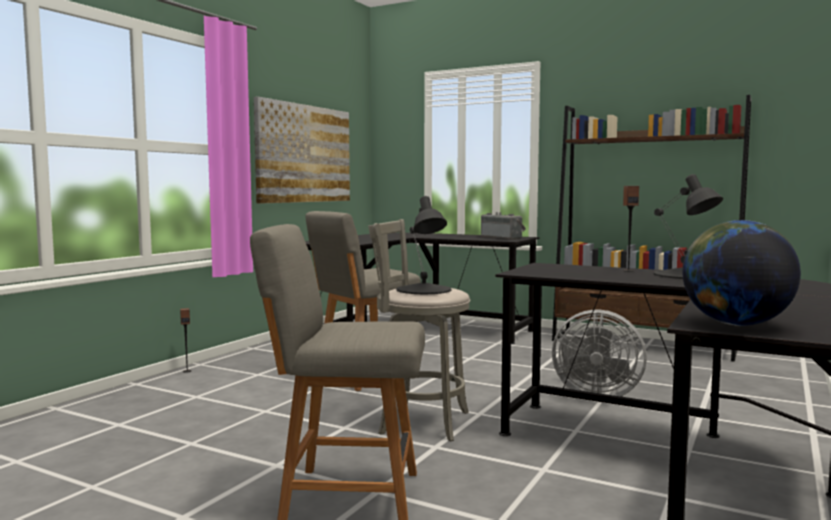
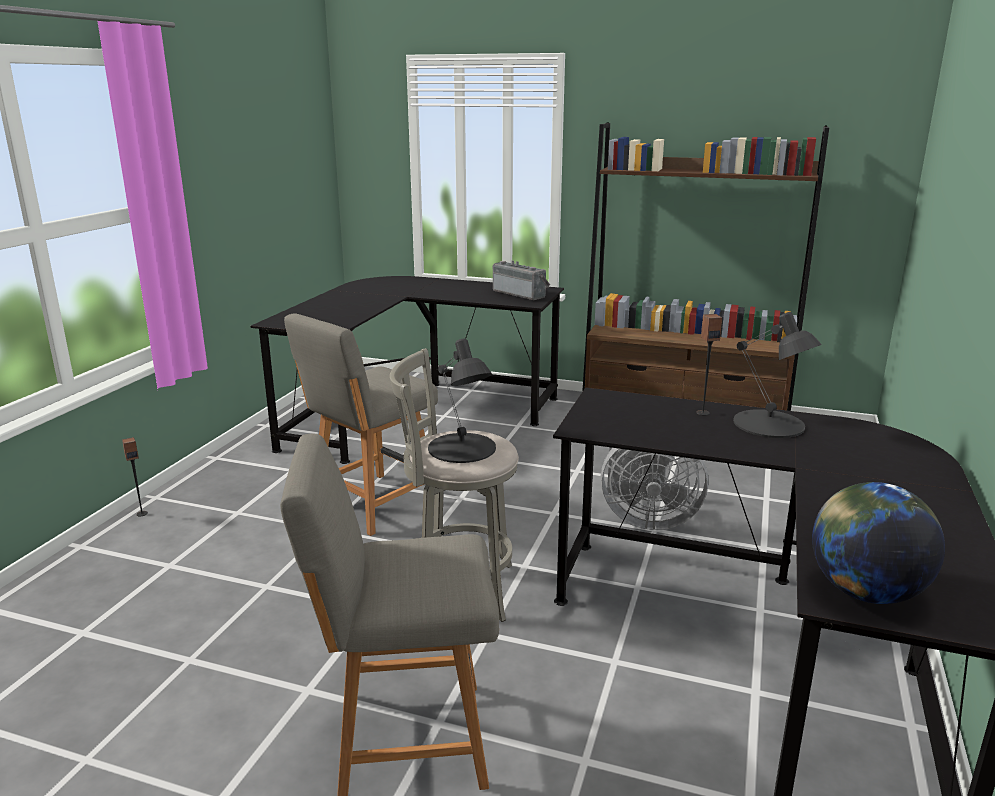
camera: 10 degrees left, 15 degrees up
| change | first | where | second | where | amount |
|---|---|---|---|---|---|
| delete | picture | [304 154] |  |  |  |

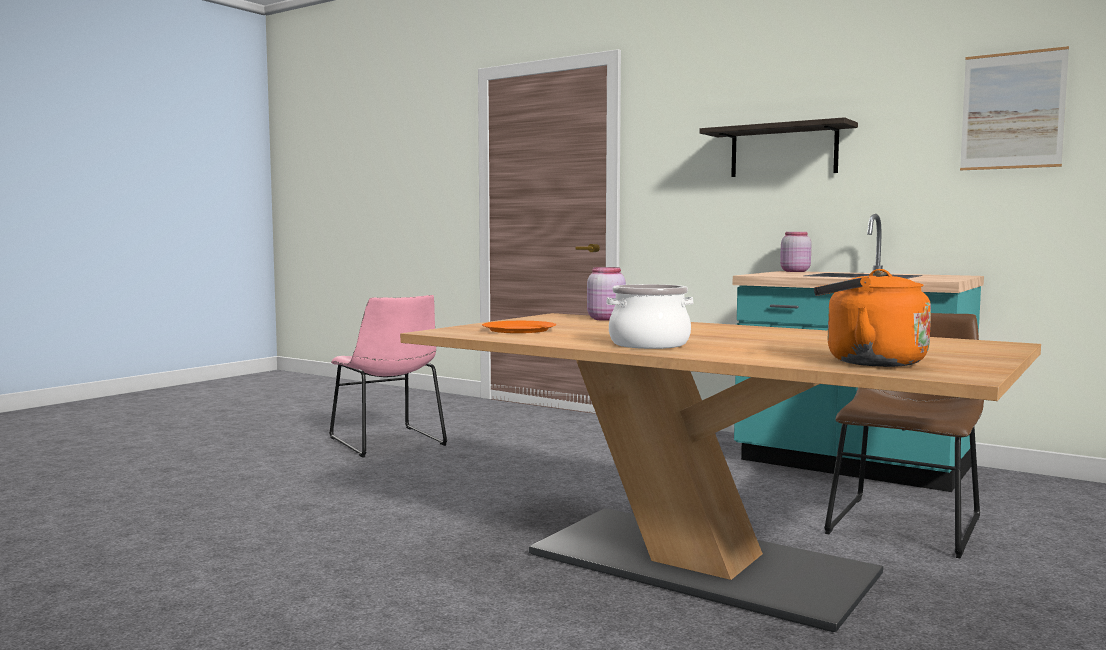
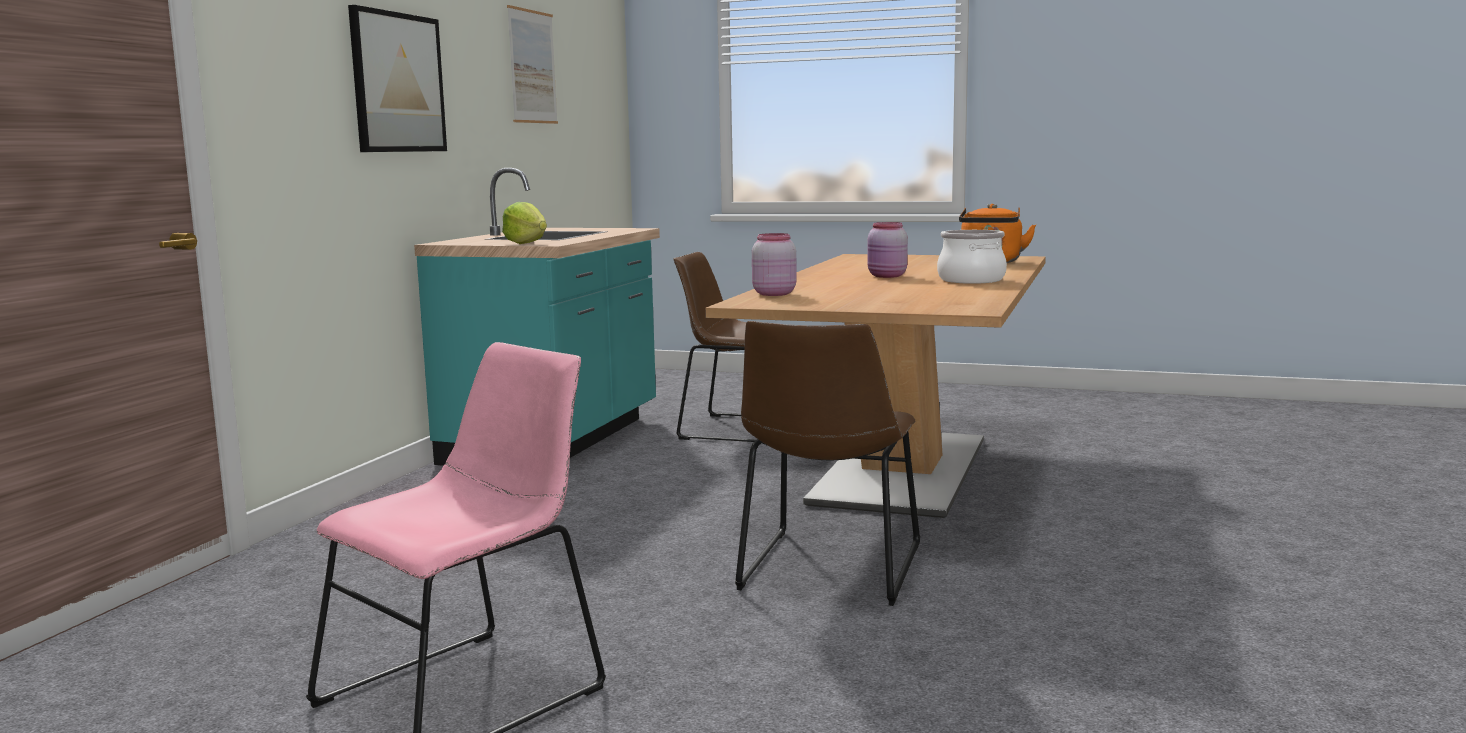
camera: 105 degrees left, 5 degrees up
| change | first | where | second | where | amount |
|---|---|---|---|---|---|
| delete | plate in orange | [518 330] |  |  |  |
| insert |  |  | lettuce | [526 243] |  |
| insert |  |  | chair in brown | [829 570] |  |
| move | jar in pink | [794 271] |  | [887 276] |  |
| replace | shelf | [783 151] | picture | [397 83] |  |

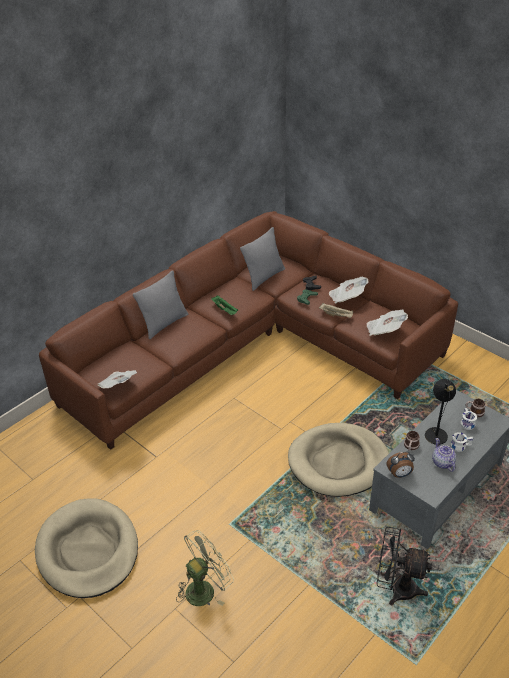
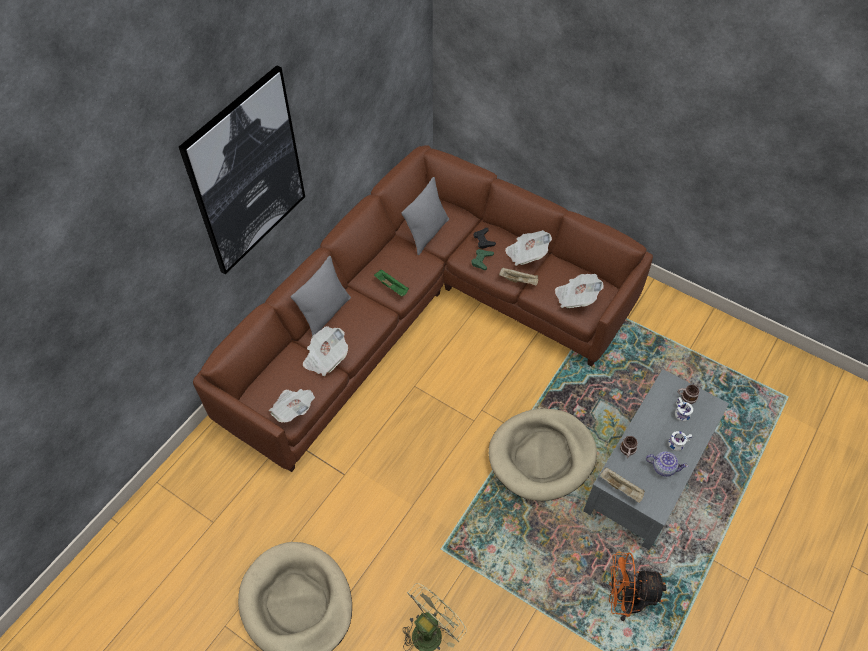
camera: 10 degrees left, 15 degrees up
| change | first | where | second | where | amount |
|---|---|---|---|---|---|
| delete | table lamp in black | [436 432] |  |  |  |
| insert |  |  | picture | [247 173] |  |
| insert |  |  | newspaper | [325 358] |  |
| replace | alarm clock | [399 474] | tray in beige | [621 488] |  |
| recolor | fan in black | [396 588] | fan in orange | [624 600] |  |
| rotate | teapot | [442 463] |  | [663 467] | 135 degrees clockwise |

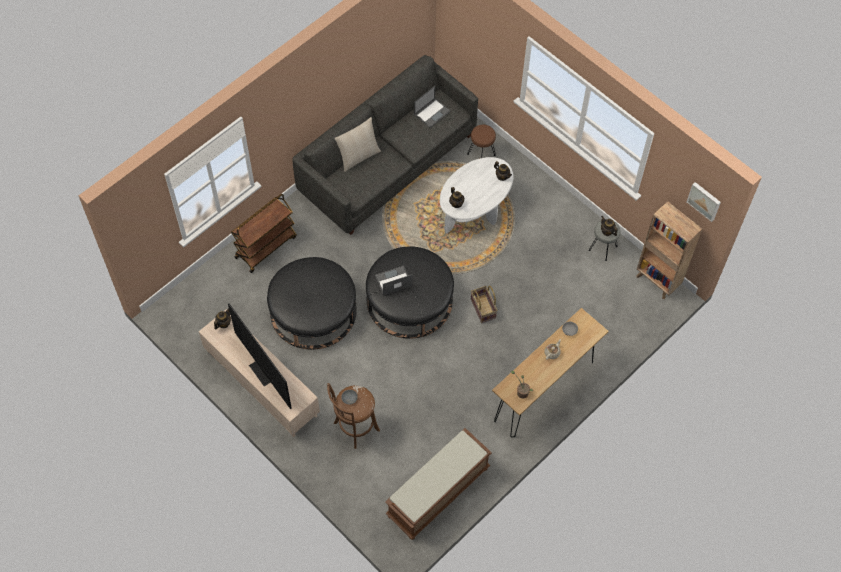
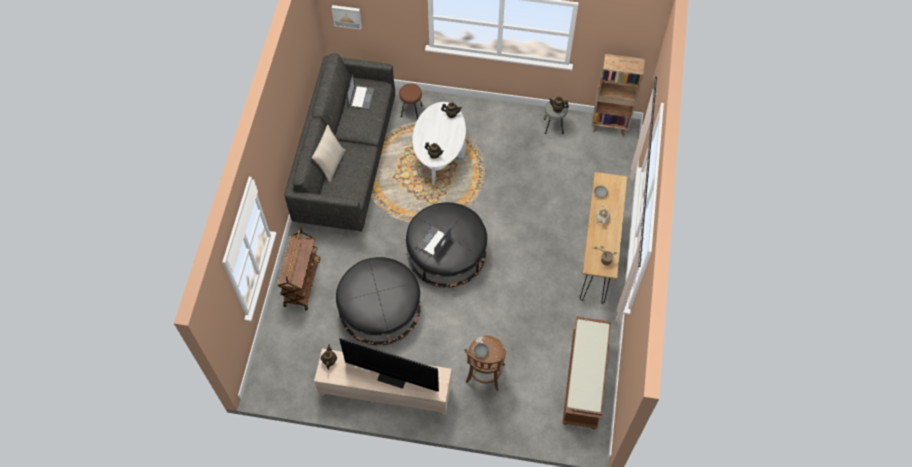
camera: 35 degrees left, 0 degrees up
| change | first | where | second | where | amount |
|---|---|---|---|---|---|
| delete | basket | [483 308] |  |  |  |
| move | picture | [704 200] |  | [347 16] |  |

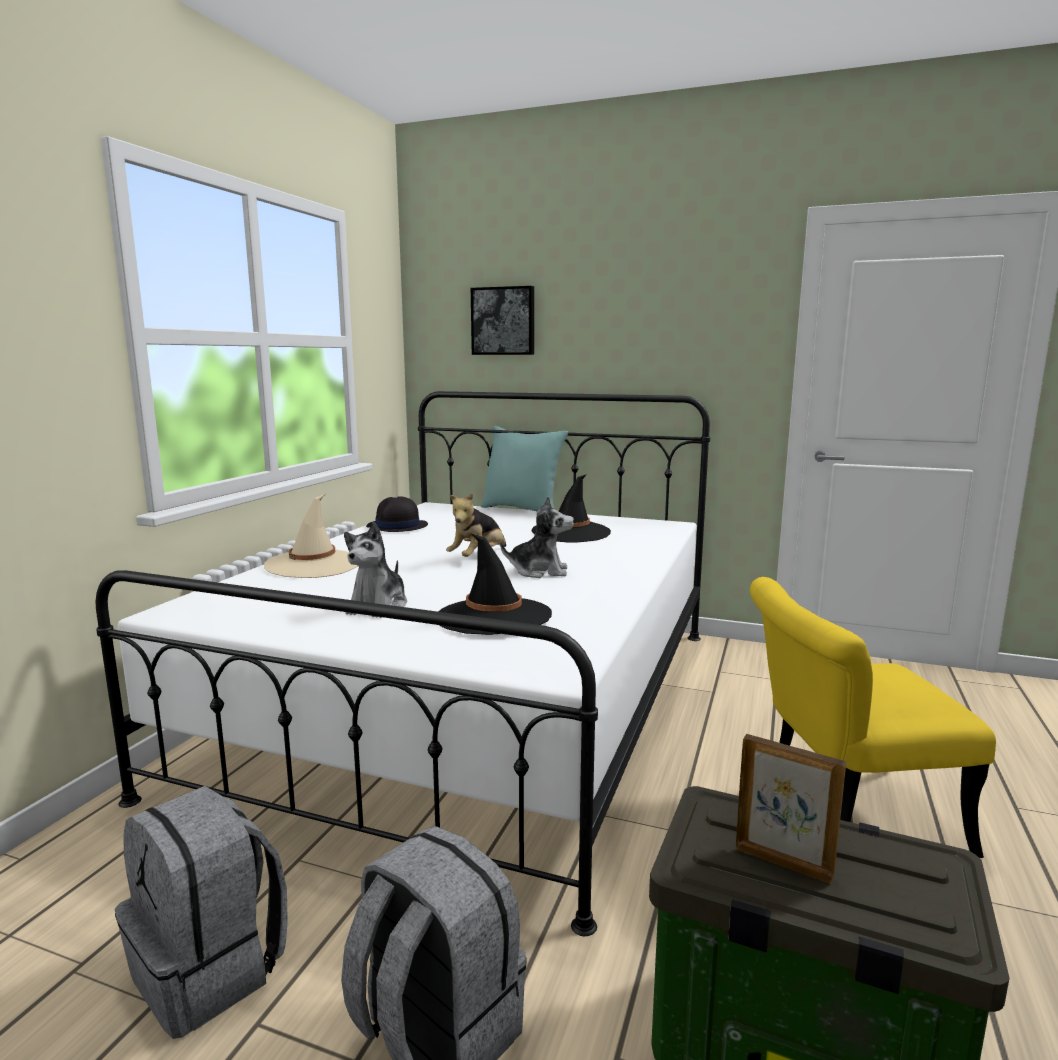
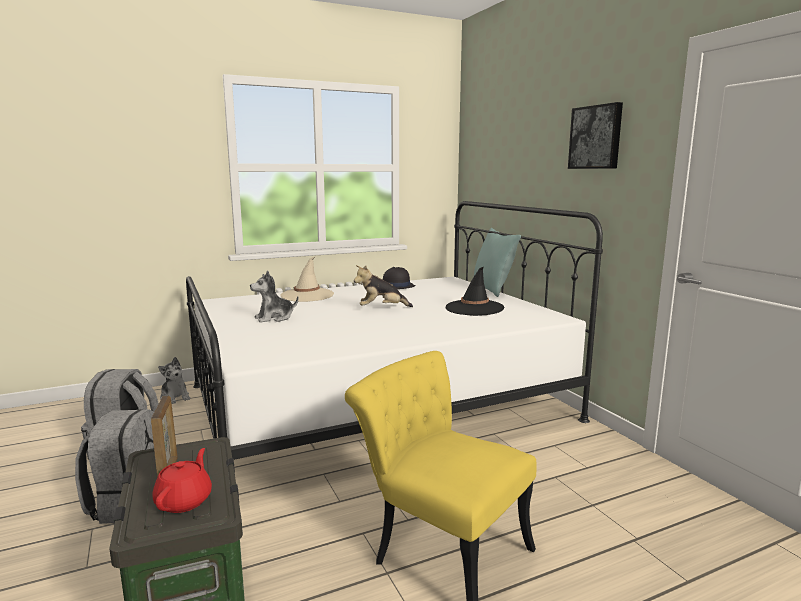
camera: 45 degrees right, 0 degrees up
| change | first | where | second | where | amount |
|---|---|---|---|---|---|
| delete | hat in black | [493 617] |  |  |  |
| insert |  |  | teapot in red | [185 500] |  |
| move | picture | [503 321] |  | [596 137] |  |
| move | plush toy | [539 571] |  | [175 397] |  |

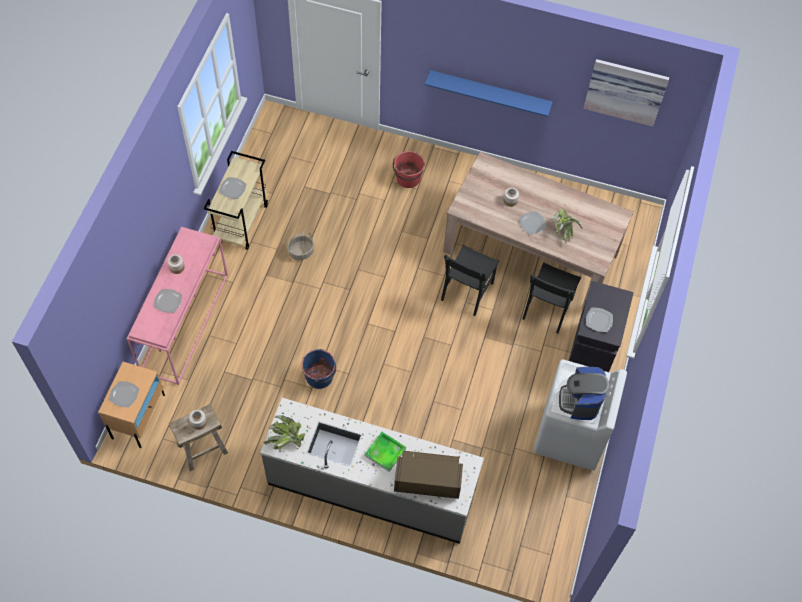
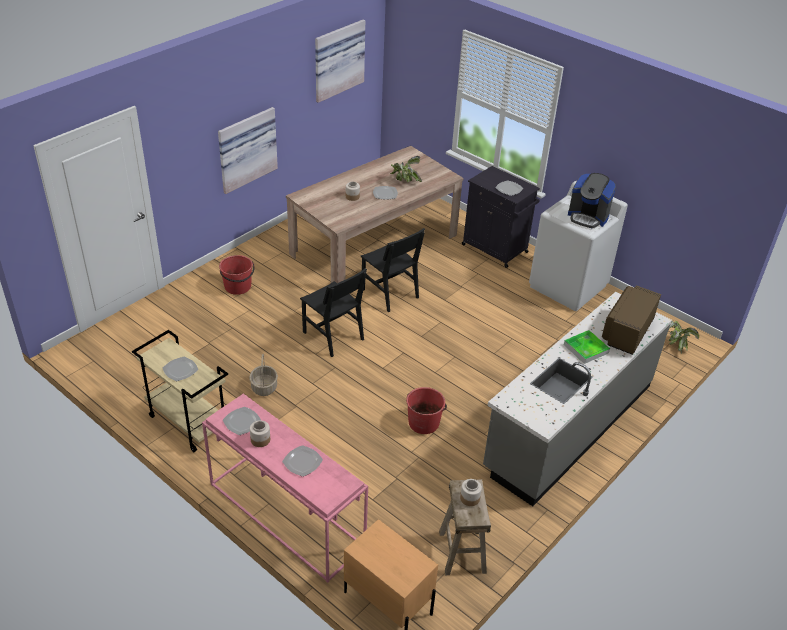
camera: 65 degrees left, 20 degrees down
| change | first | where | second | where | amount |
|---|---|---|---|---|---|
| move | plate | [124 394] |  | [242 421] |  |
| move | potted plant | [285 440] |  | [677 345] |  |
| move | chair in black | [547 309] |  | [333 336] |  |
| replace | shelf in blue | [489 92] | picture | [246 149] |  |
| recolor | bucket in blue | [320 377] | bucket in red | [424 422] |  |

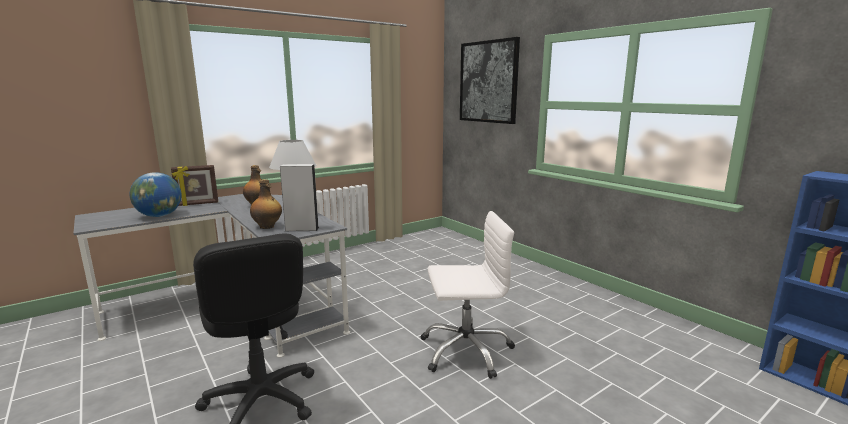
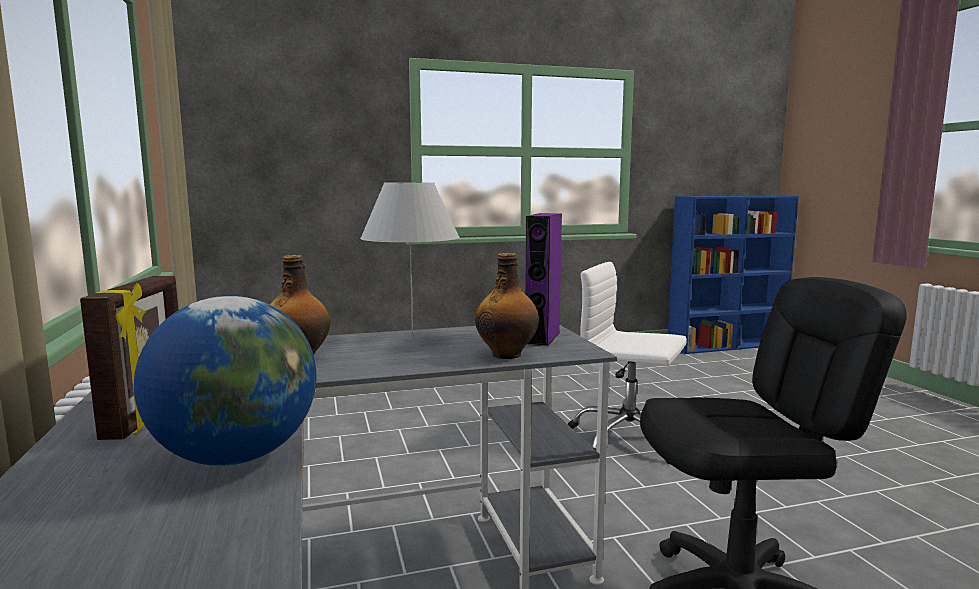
camera: 70 degrees left, 5 degrees down
| change | first | where | second | where | amount |
|---|---|---|---|---|---|
| delete | picture | [488 82] |  |  |  |
| recolor | speaker in grey | [302 229] | speaker in purple | [542 338] |  |
| rotate | office chair in white | [465 350] |  | [627 439] | 75 degrees counterclockwise |

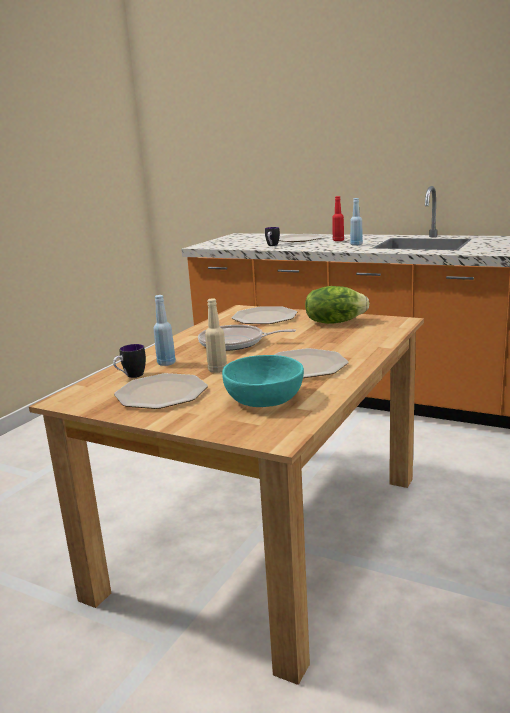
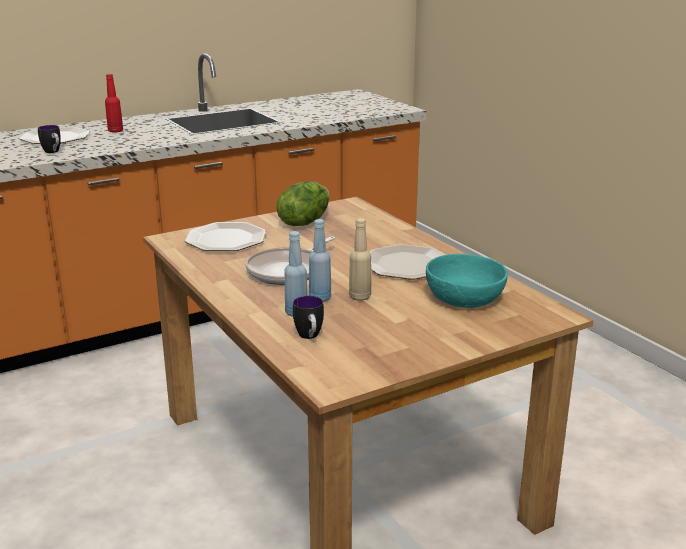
camera: 60 degrees left, 5 degrees up
| change | first | where | second | where | amount |
|---|---|---|---|---|---|
| delete | plate | [162 393] |  |  |  |
| move | bottle in blue | [356 244] |  | [320 298] |  |

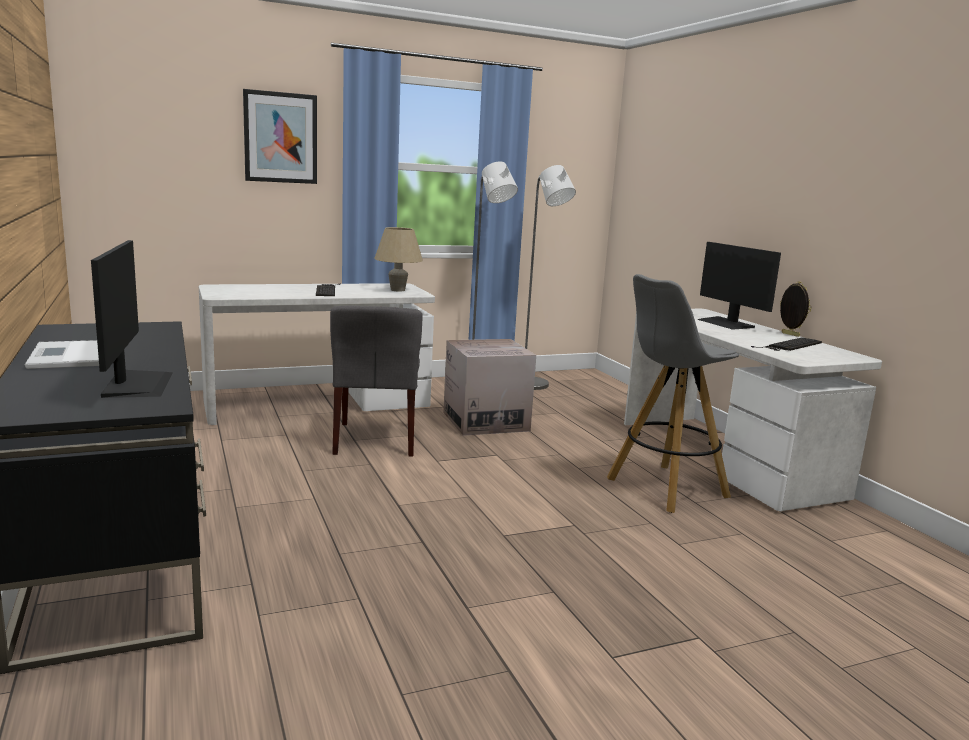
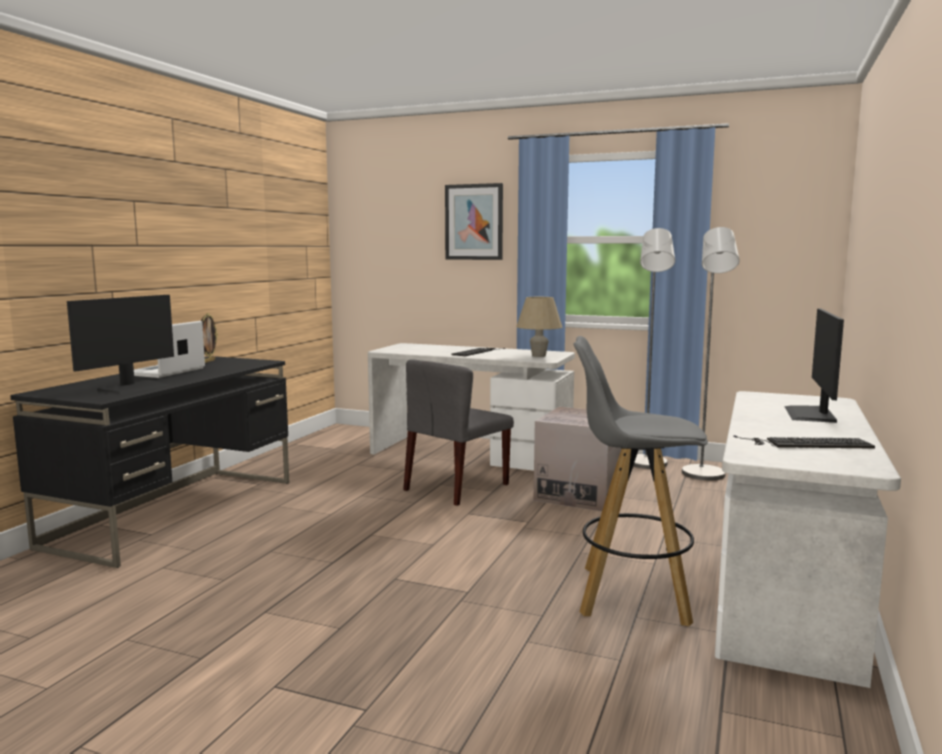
camera: 45 degrees right, 5 degrees down
| change | first | where | second | where | amount |
|---|---|---|---|---|---|
| move | picture frame | [789 334] |  | [209 361] |  |

